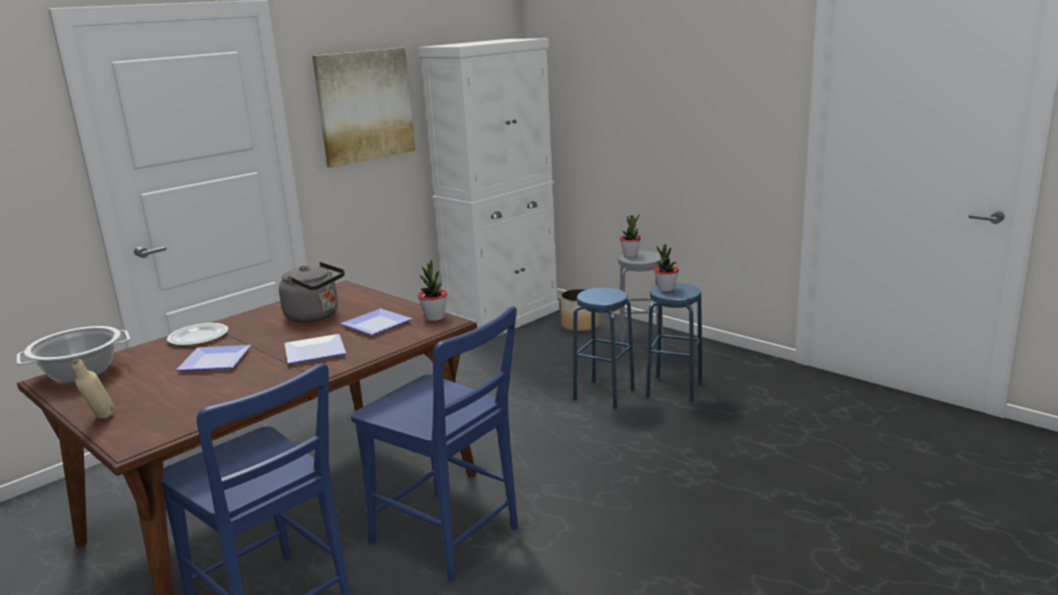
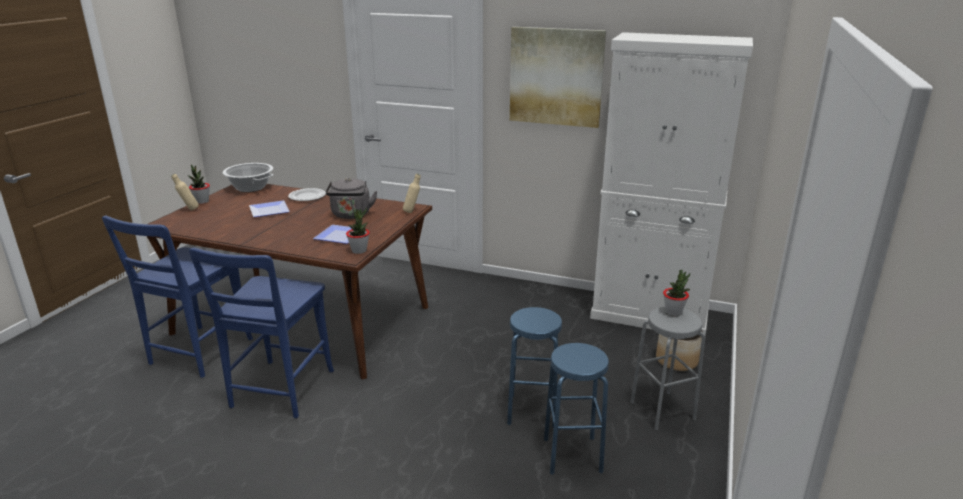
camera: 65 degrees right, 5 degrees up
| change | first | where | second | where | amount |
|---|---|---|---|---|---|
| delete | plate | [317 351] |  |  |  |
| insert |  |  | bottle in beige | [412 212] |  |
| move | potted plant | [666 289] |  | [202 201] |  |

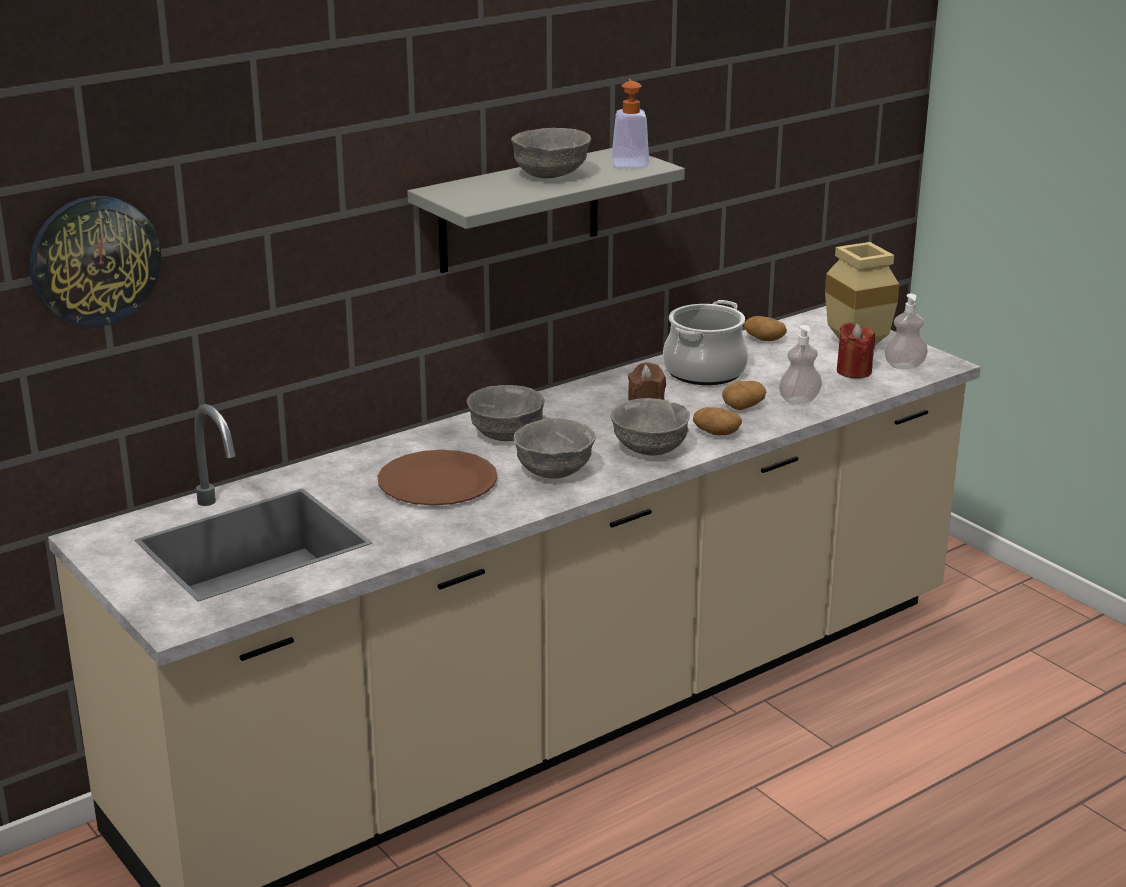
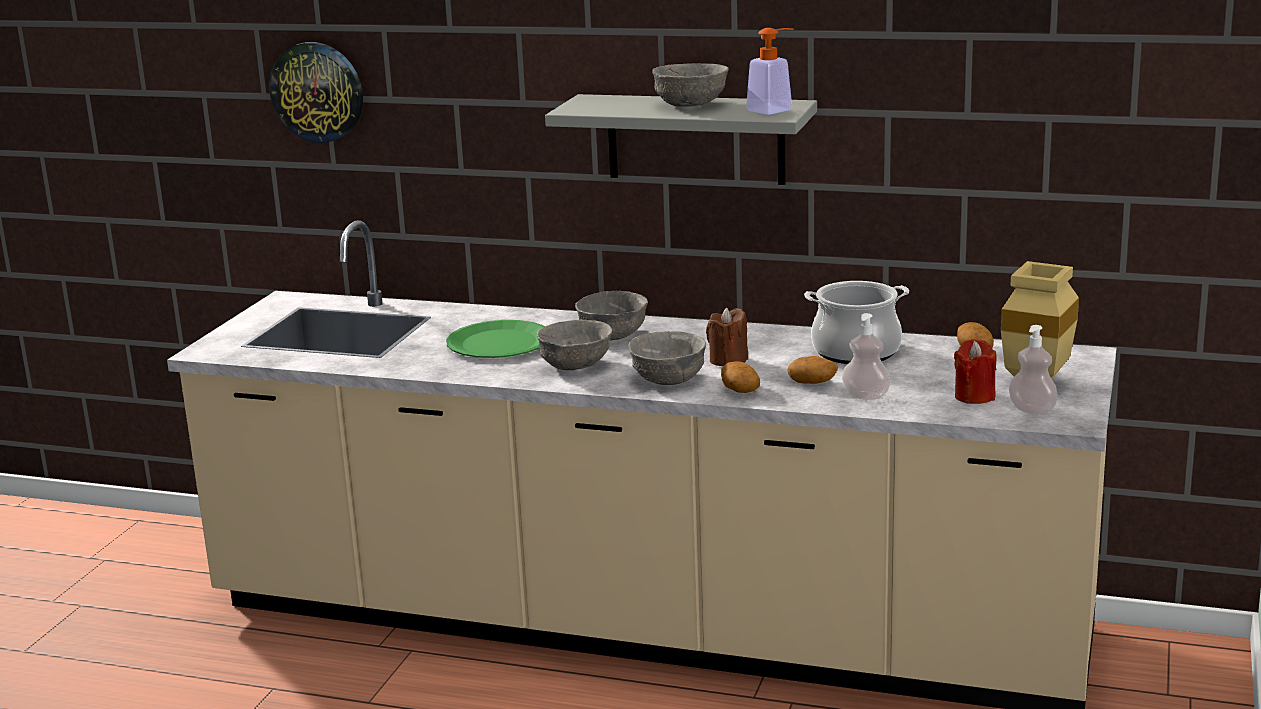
camera: 55 degrees right, 5 degrees down
| change | first | where | second | where | amount |
|---|---|---|---|---|---|
| recolor | plate in brown | [438 482] | plate in green | [499 343] |  |

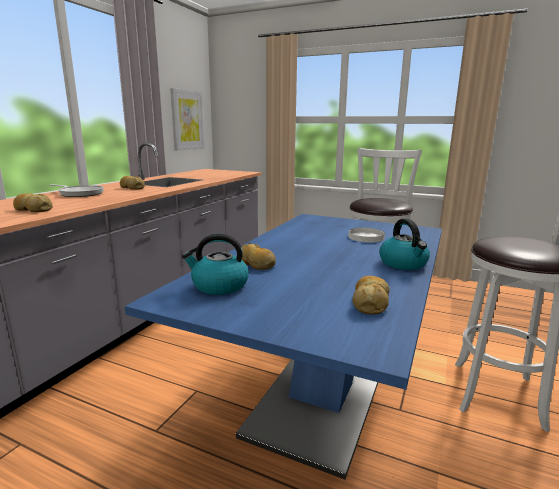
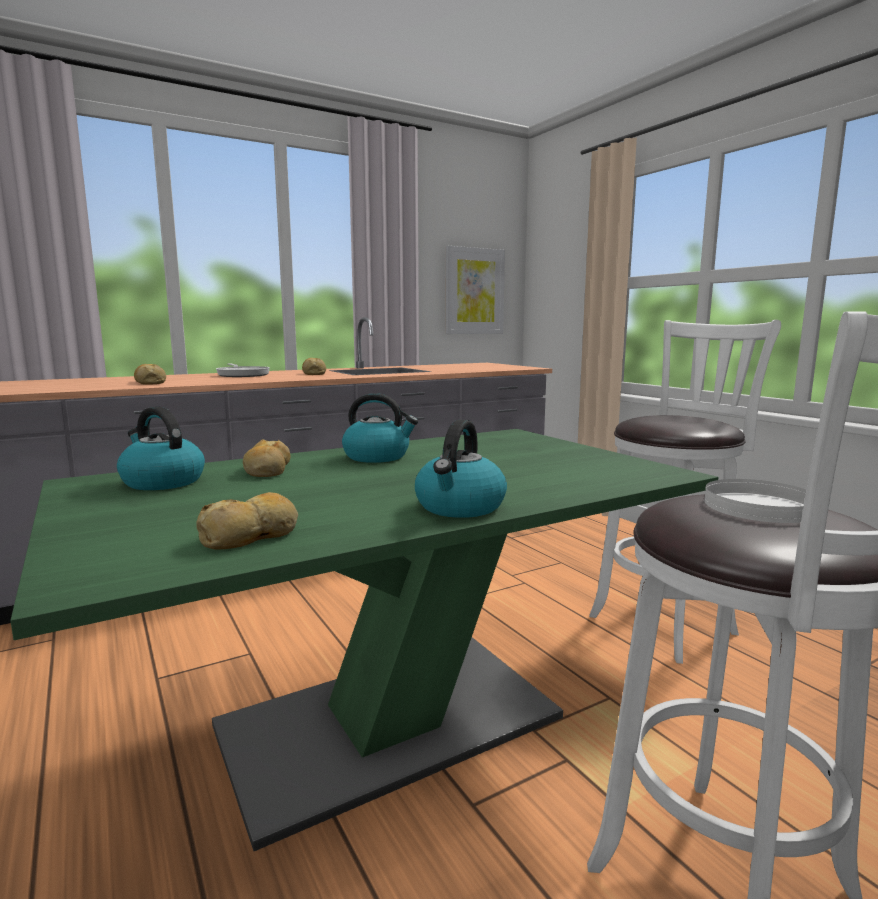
camera: 35 degrees right, 5 degrees down
| change | first | where | second | where | amount |
|---|---|---|---|---|---|
| insert |  |  | kettle | [377 456] |  |
| move | plate in white | [366 237] |  | [758 506] |  |
| recolor | dining table in blue | [322 392] | dining table in green | [389 722] |  |

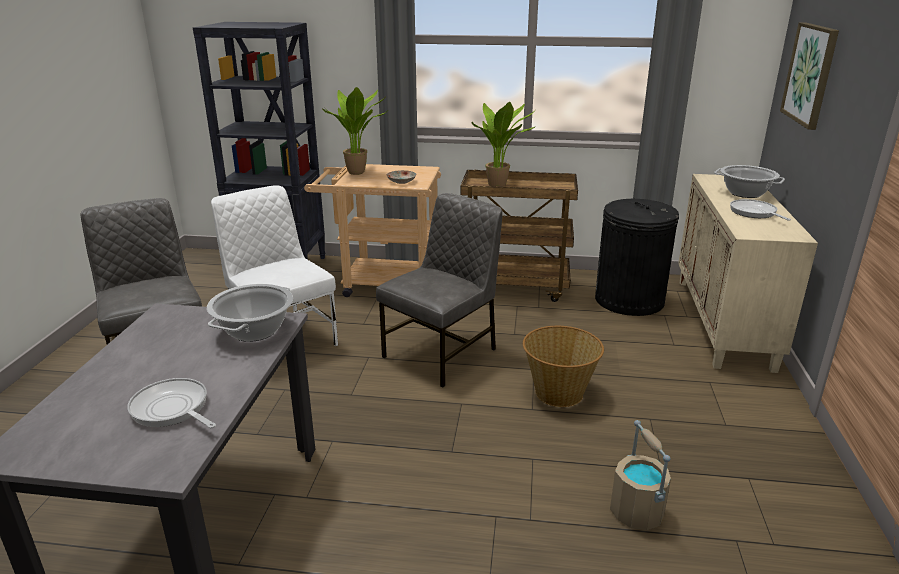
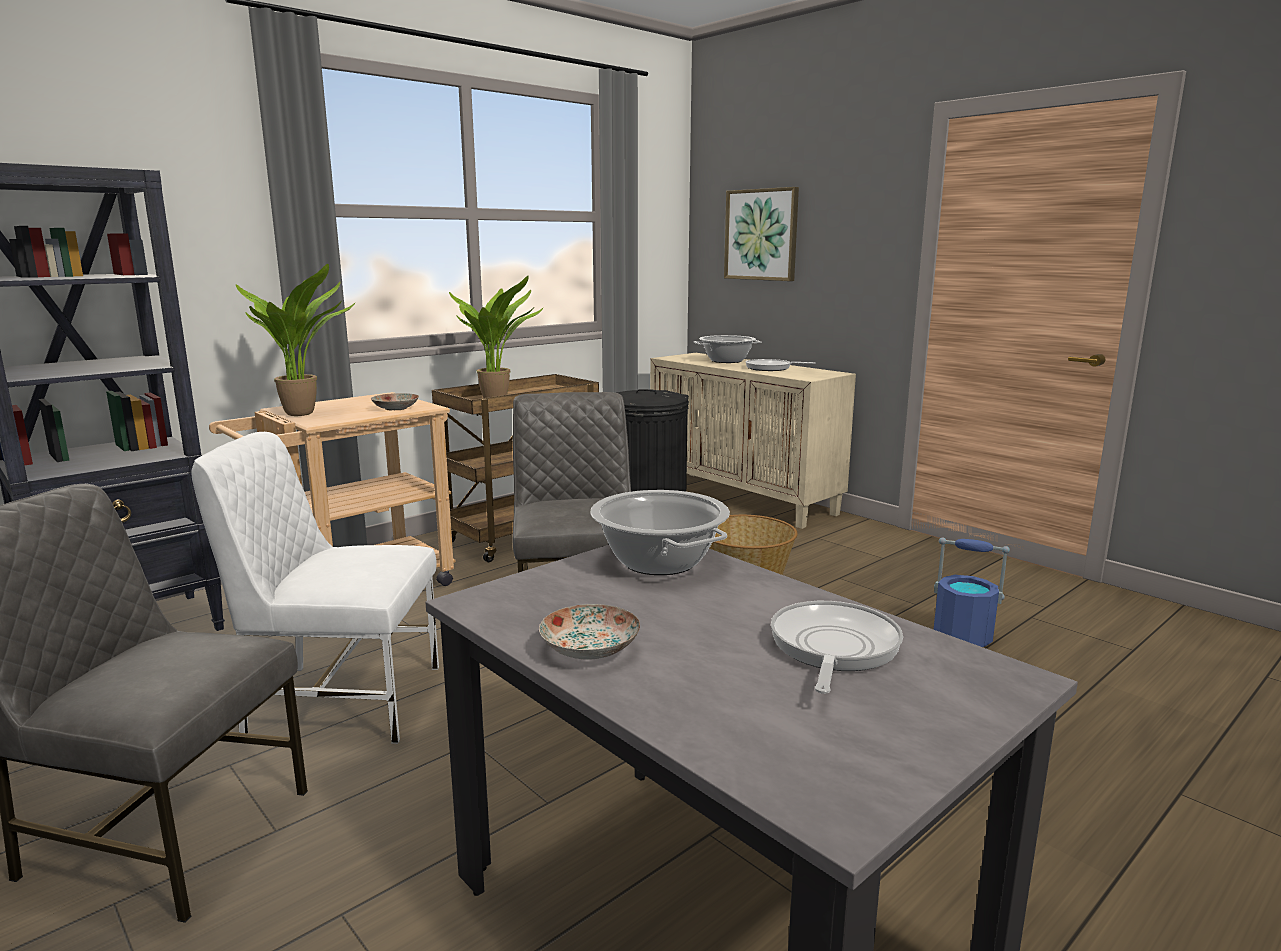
camera: 50 degrees left, 10 degrees down
| change | first | where | second | where | amount |
|---|---|---|---|---|---|
| insert |  |  | plate | [591 649] |  |
| recolor | bucket in beige | [637 512] | bucket in blue | [963 637] |  |
| rotate | frying pan | [172 409] |  | [832 648] | 120 degrees clockwise |

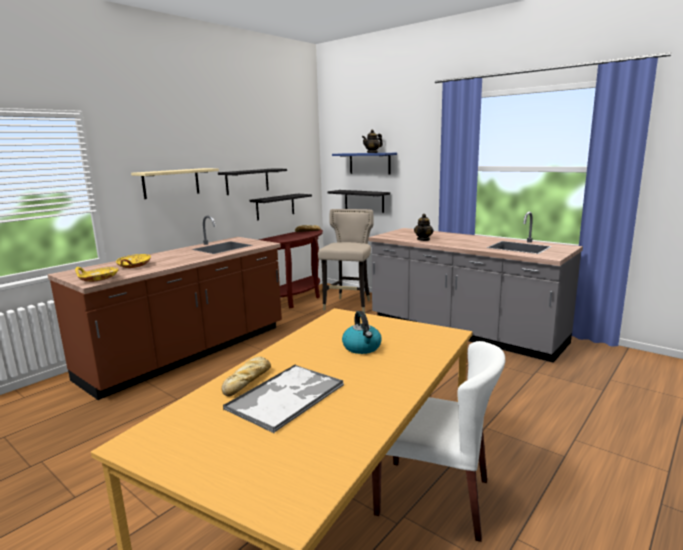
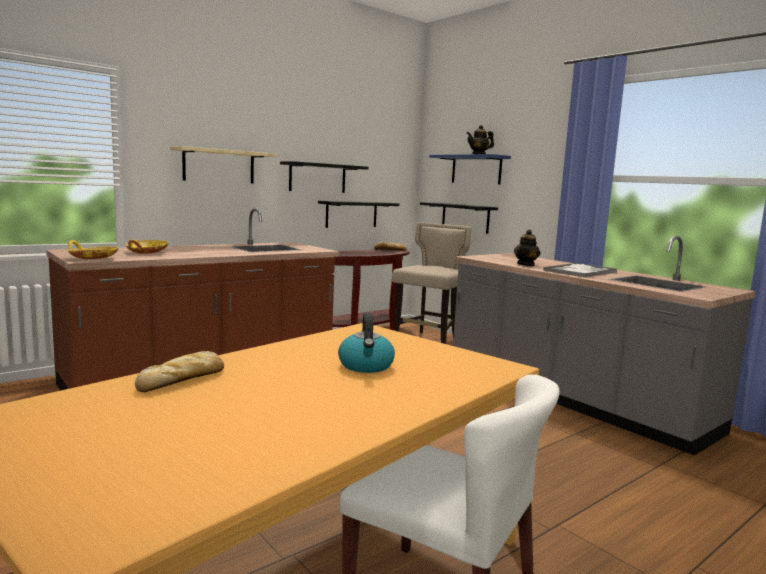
camera: 10 degrees right, 5 degrees down
| change | first | where | second | where | amount |
|---|---|---|---|---|---|
| move | tray | [286 396] |  | [580 271] |  |

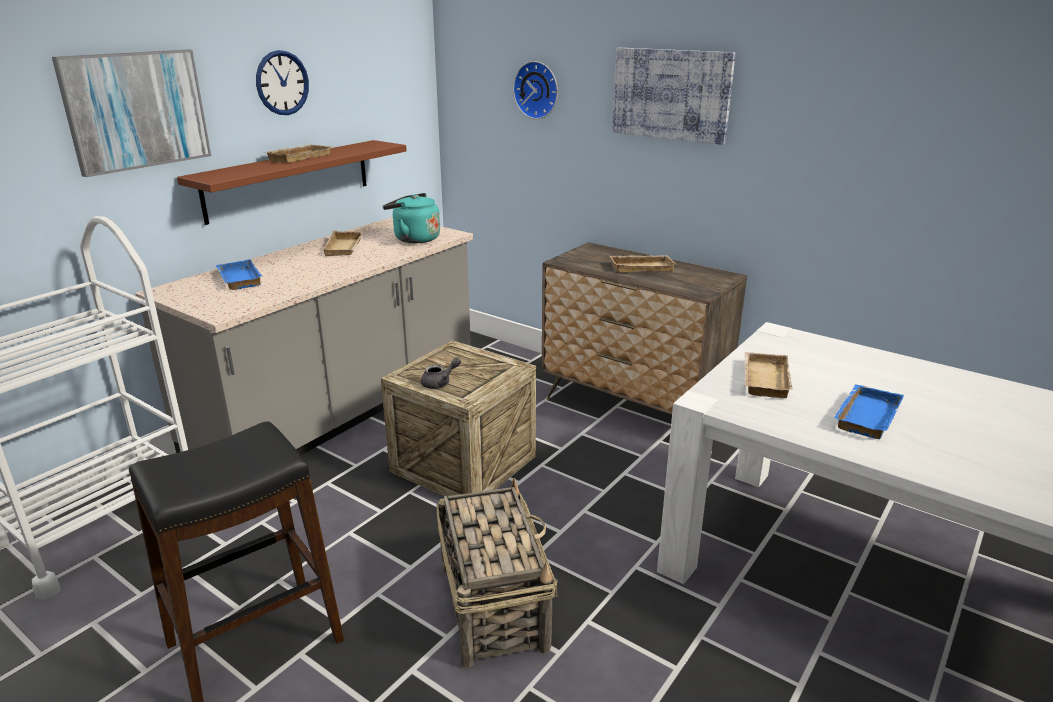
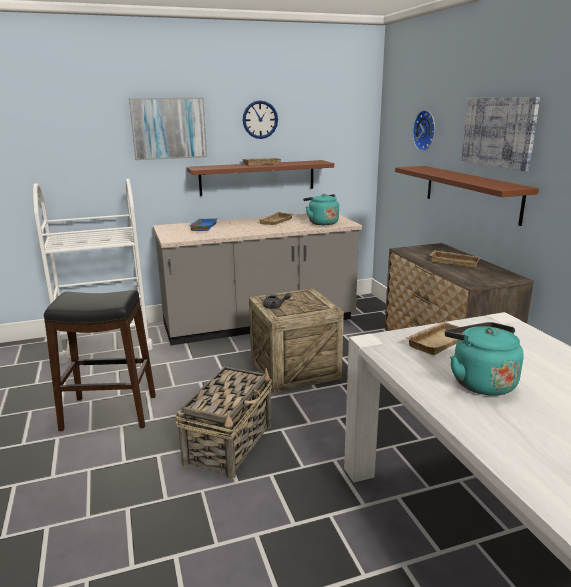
camera: 35 degrees right, 5 degrees down
| change | first | where | second | where | amount |
|---|---|---|---|---|---|
| insert |  |  | shelf in brown | [471 193] |  |
| replace | tray in blue | [864 415] | kettle in turquoise | [479 382] |  |

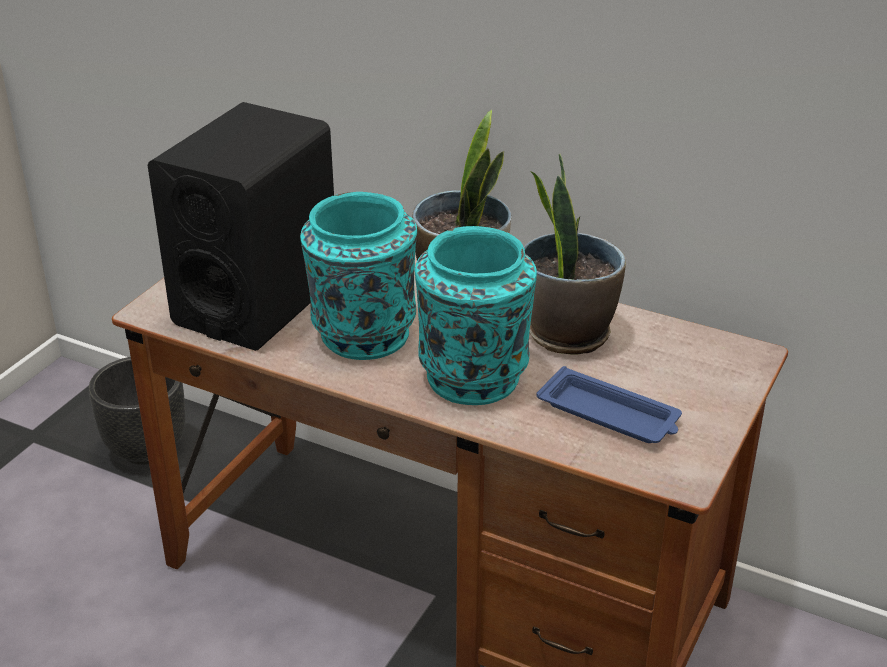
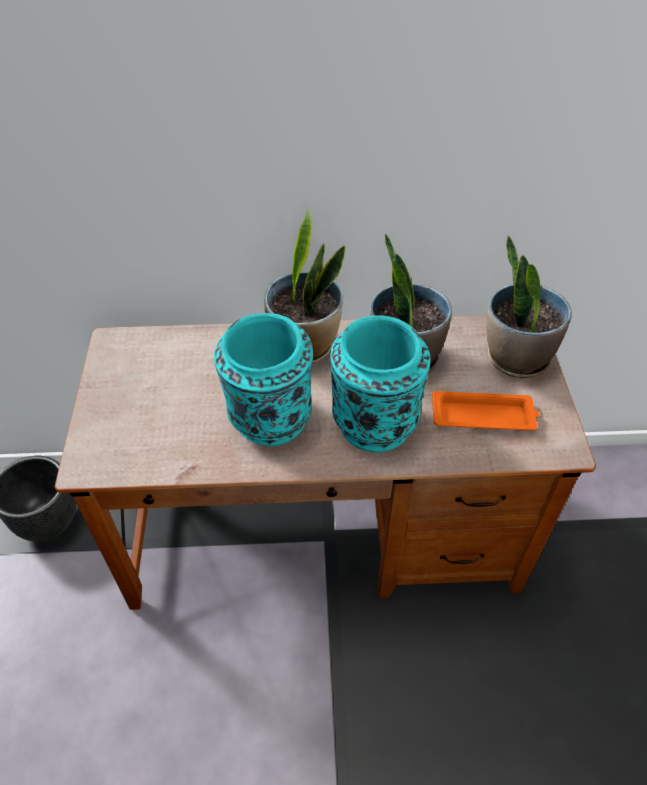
camera: 30 degrees left, 15 degrees up
| change | first | where | second | where | amount |
|---|---|---|---|---|---|
| delete | speaker in black | [257 302] |  |  |  |
| insert |  |  | potted plant | [515 358] |  |
| recolor | tray in blue | [610 415] | tray in orange | [484 416] |  |

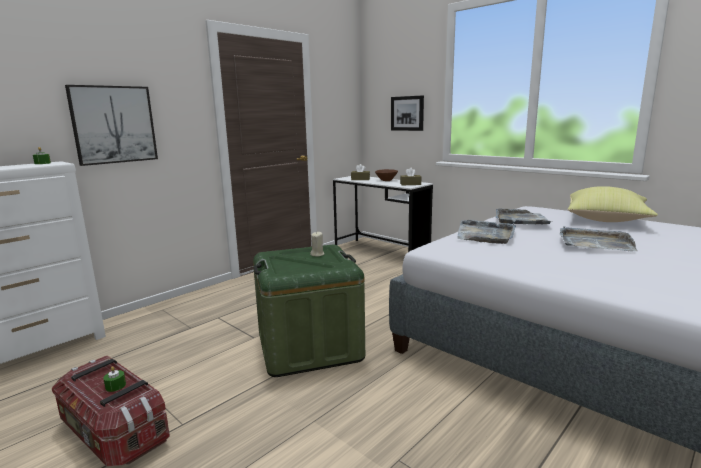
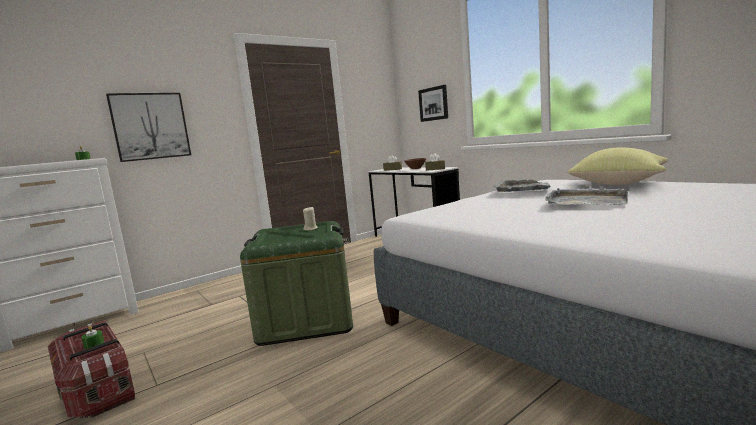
camera: 10 degrees right, 5 degrees down
| change | first | where | second | where | amount |
|---|---|---|---|---|---|
| delete | tray in grey | [485 234] |  |  |  |

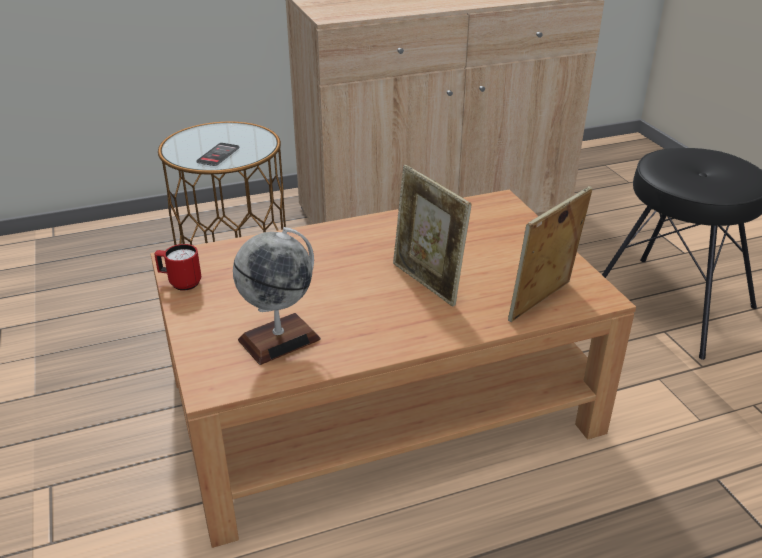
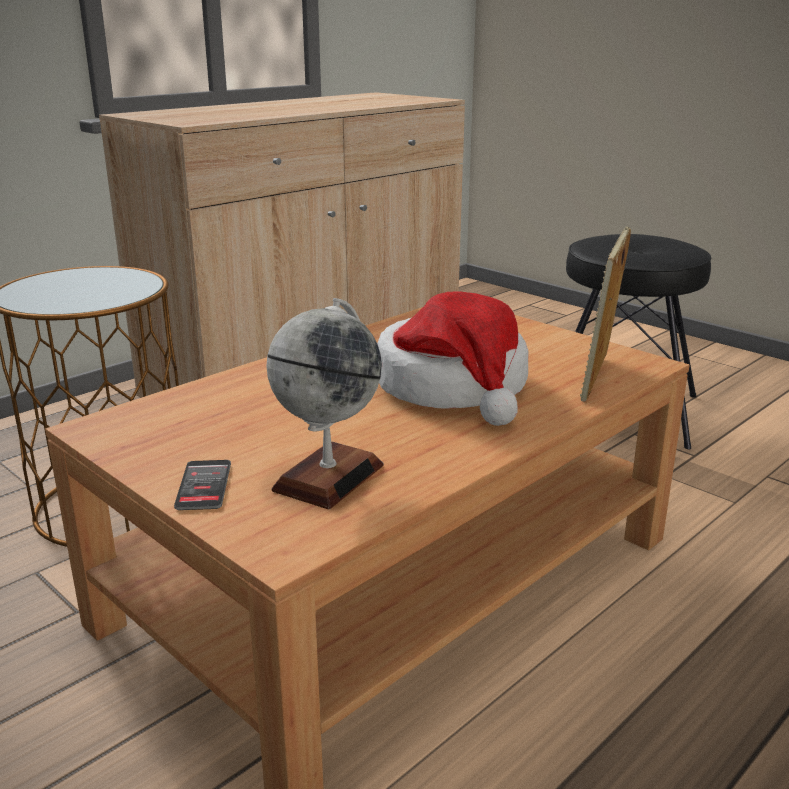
camera: 25 degrees left, 10 degrees down
| change | first | where | second | where | amount |
|---|---|---|---|---|---|
| delete | mug in red | [180 283] |  |  |  |
| move | phone | [218 155] |  | [204 485] |  |
| replace | picture frame | [427 283] | hat | [454 387] |  |

